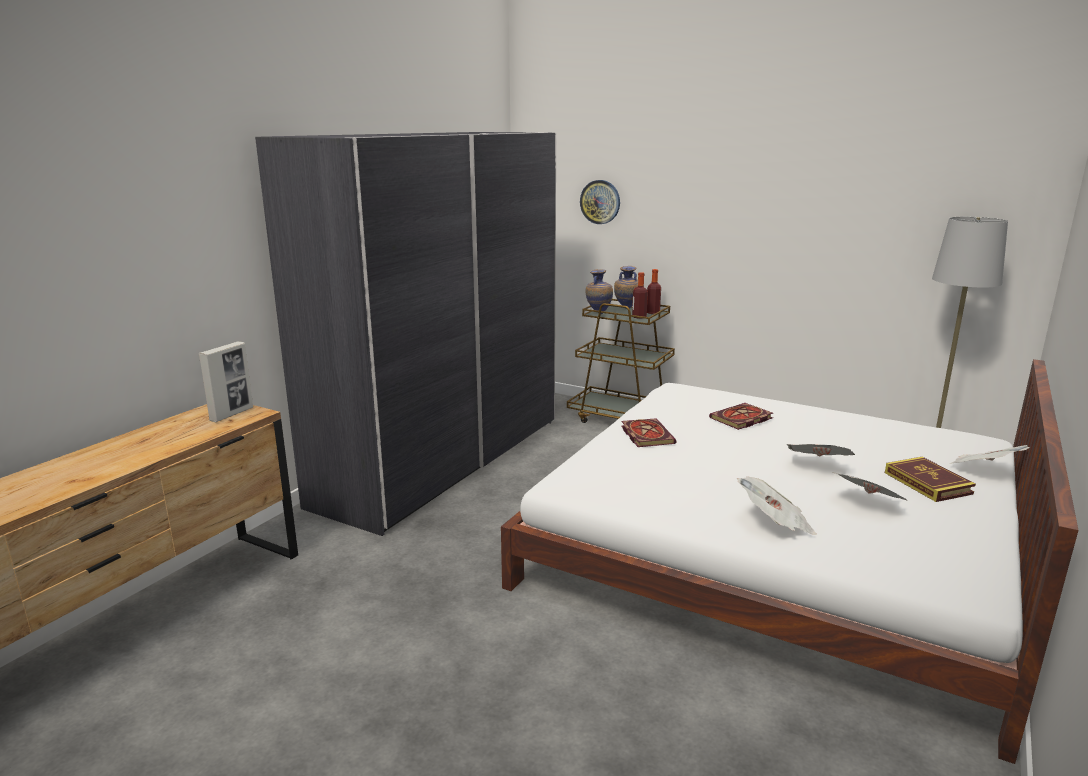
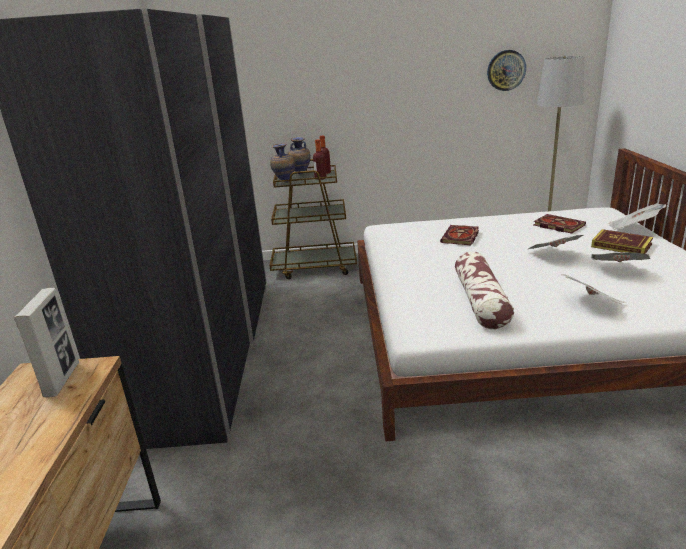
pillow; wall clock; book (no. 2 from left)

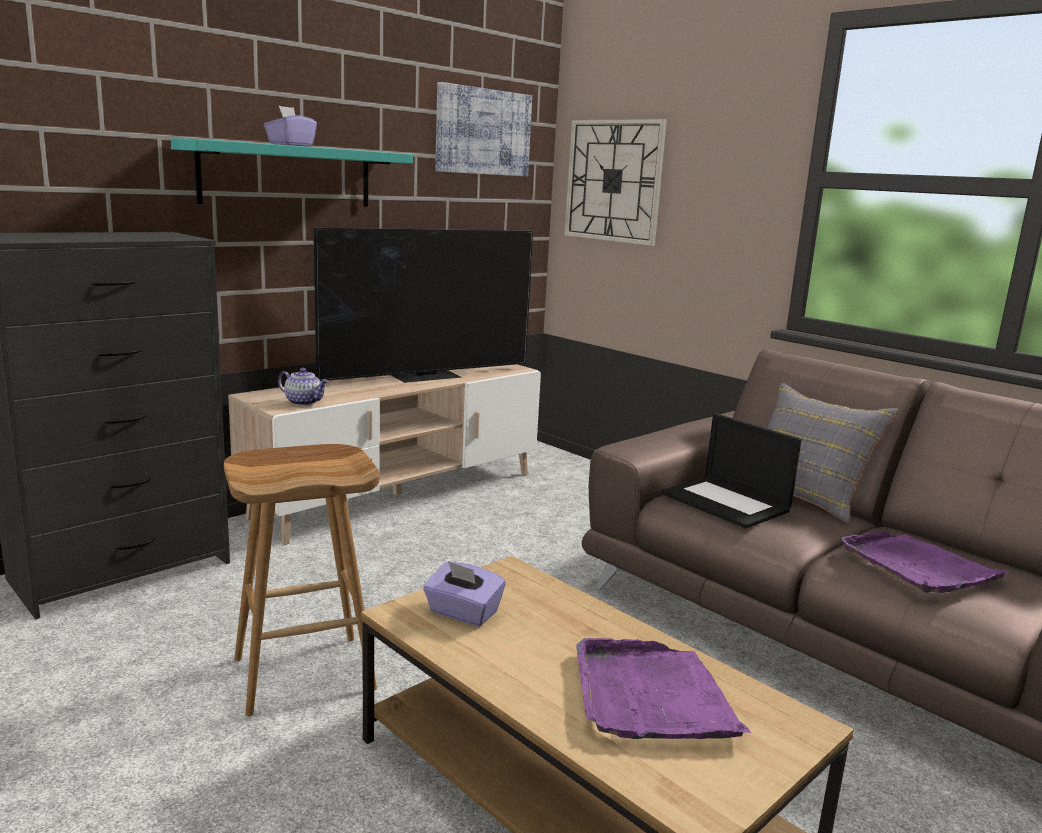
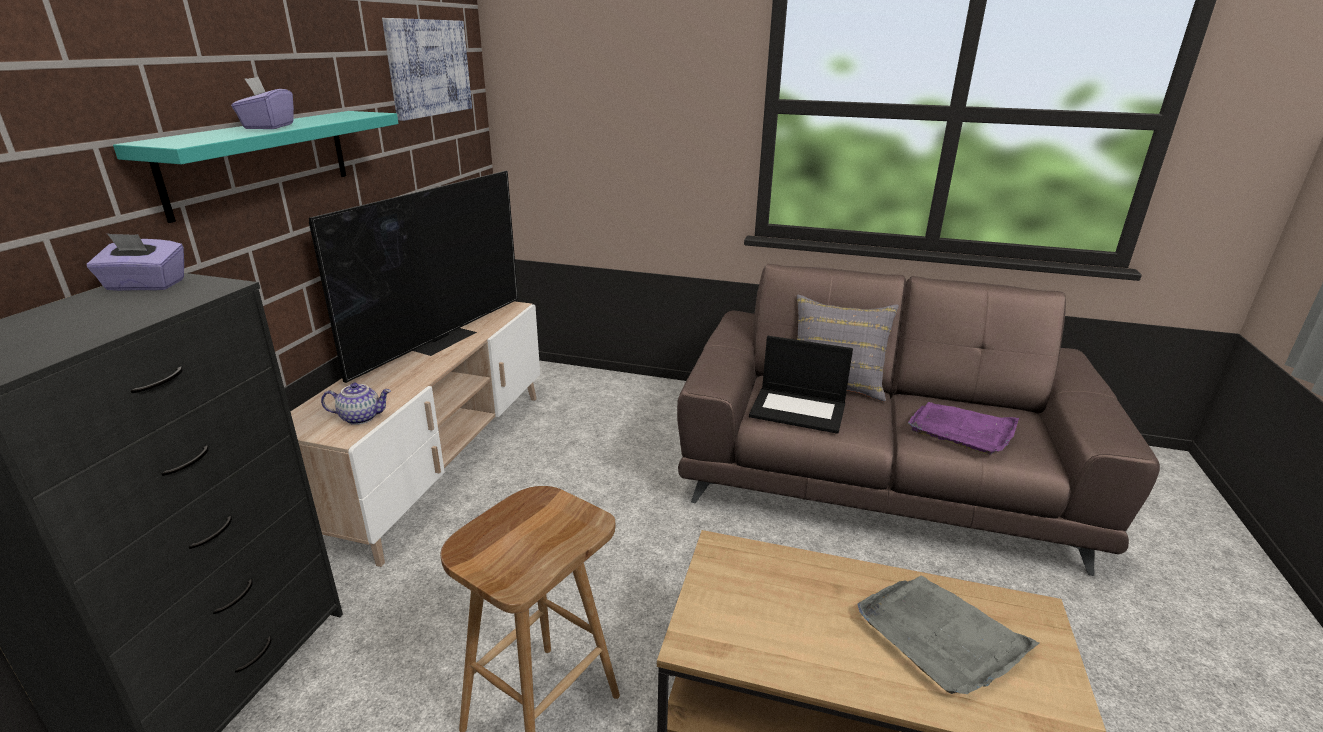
purple tissue box (no. 1 from left); grey tray; wall clock

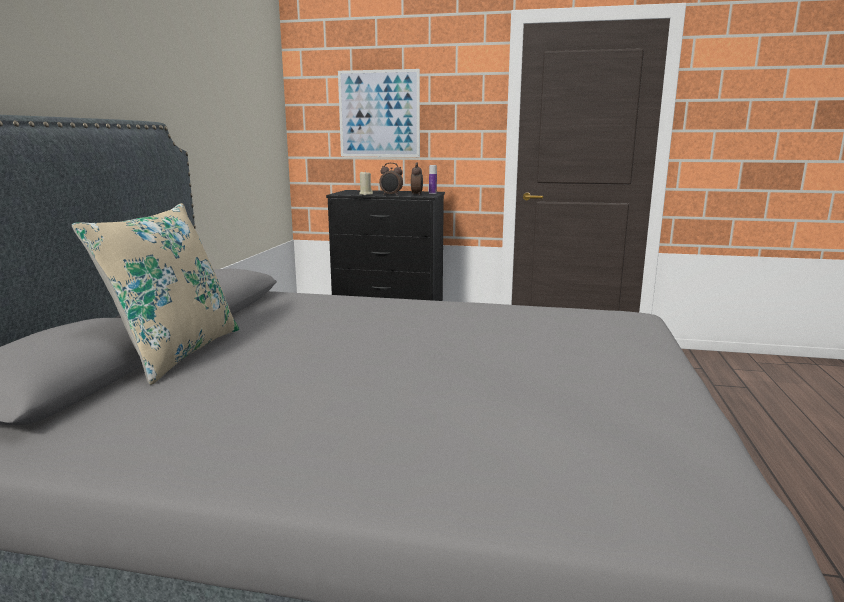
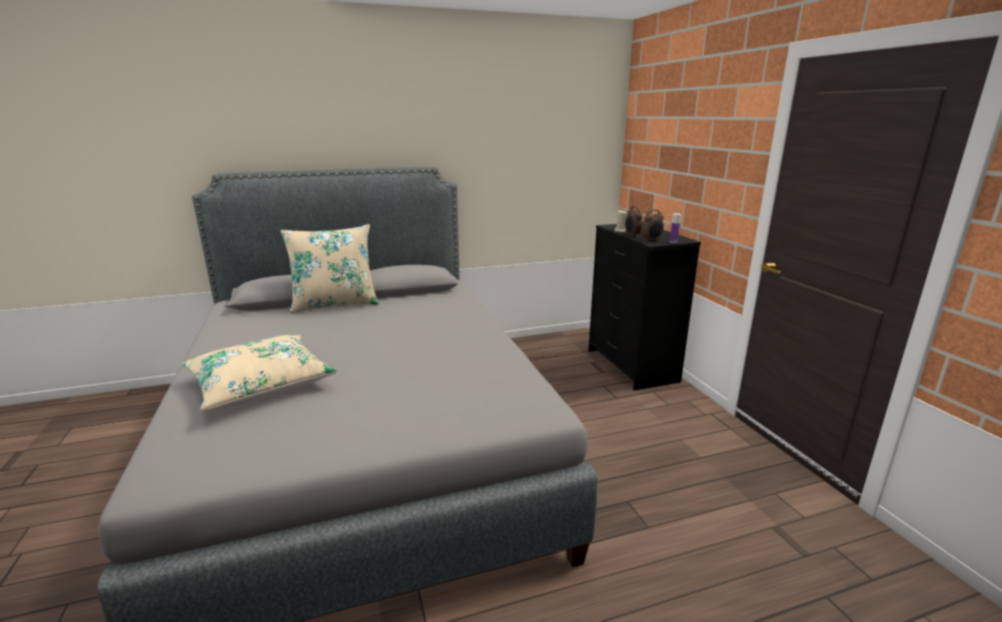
beige pillow (no. 1 from left); picture

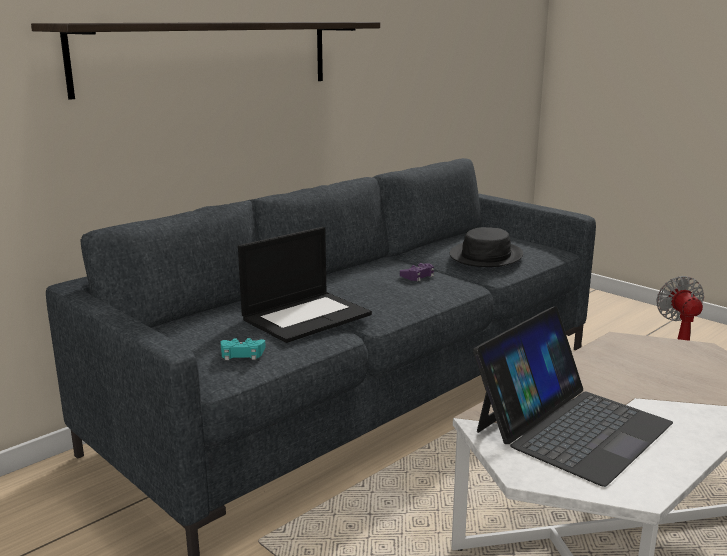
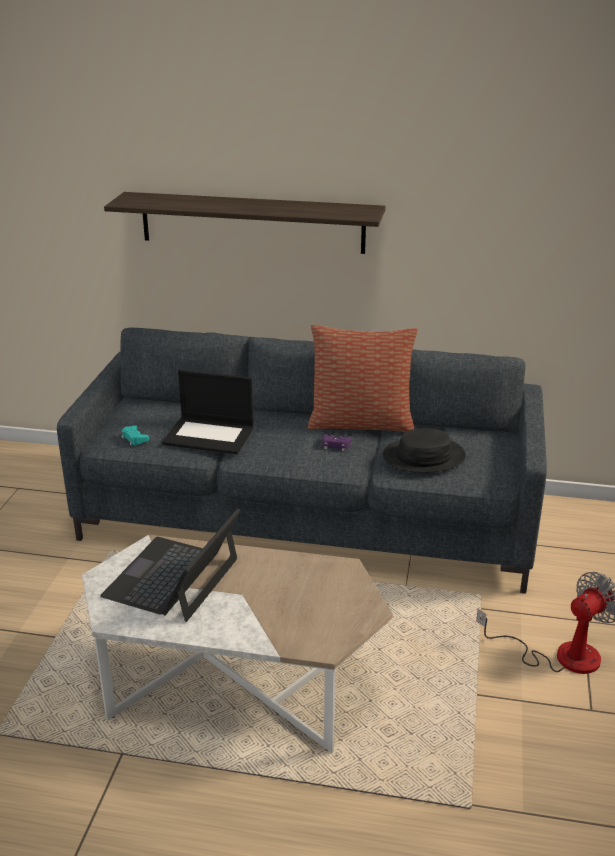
laptop (no. 1 from left); pillow

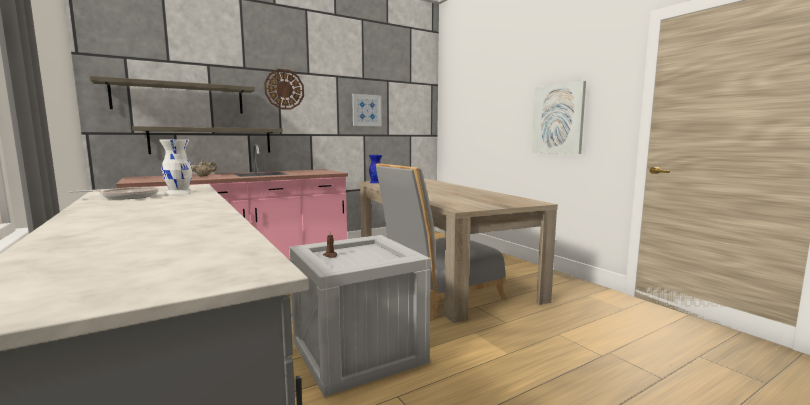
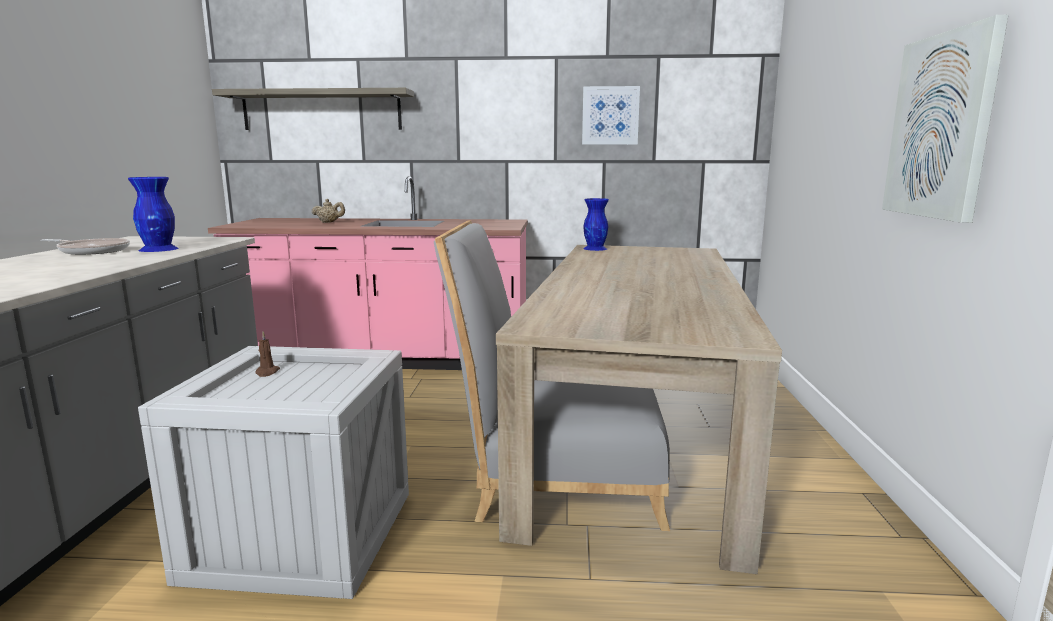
blue vase (no. 1 from left); shelf (no. 2 from left in the first image); wall clock

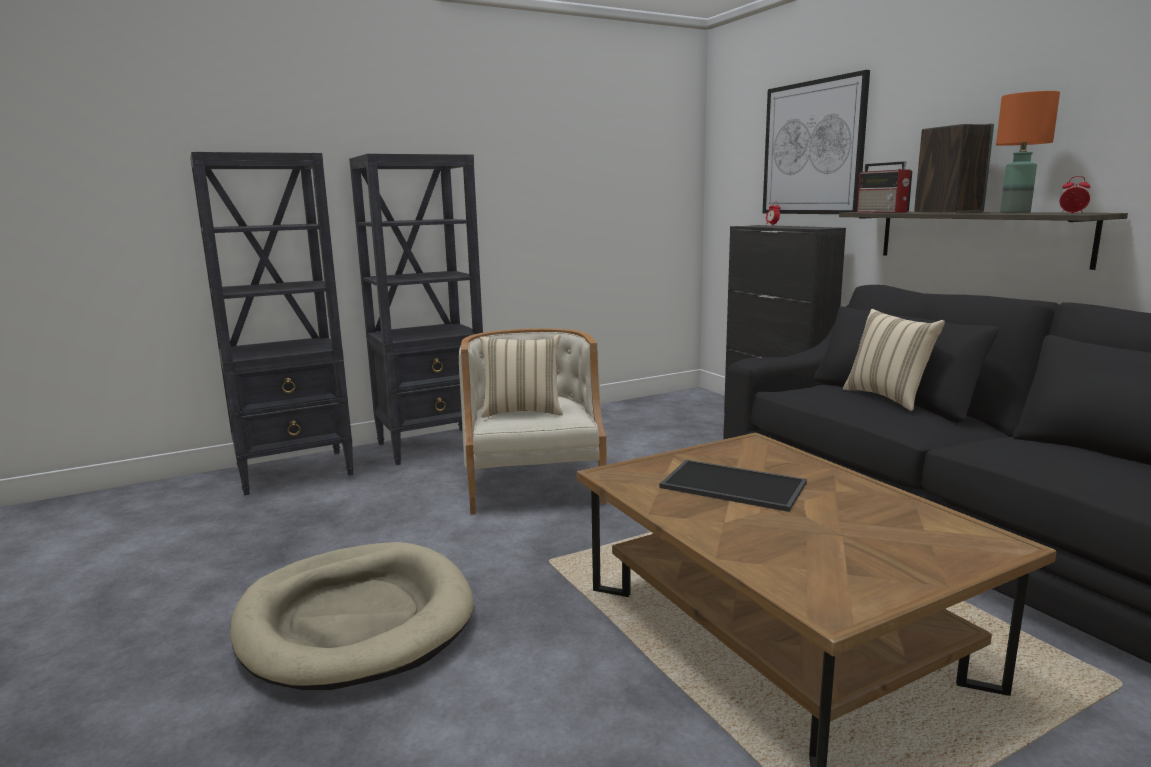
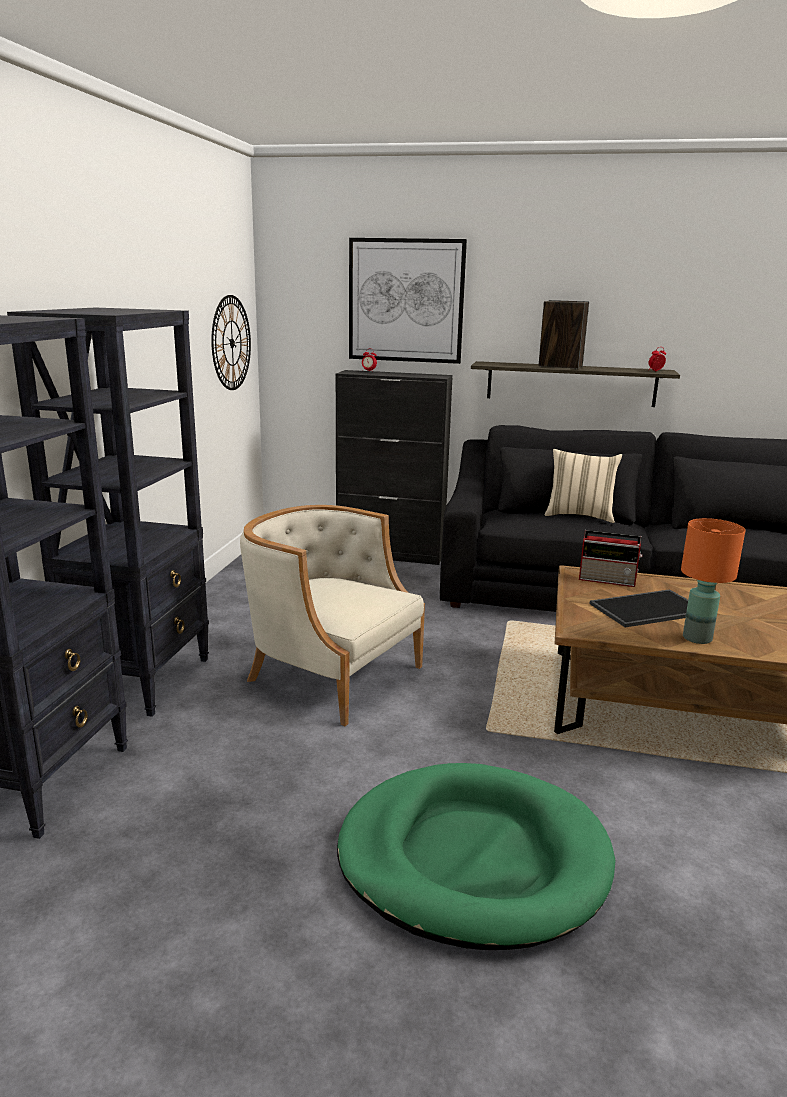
wall clock; green dog bed; radio; orange table lamp; beige pillow (no. 1 from left in the first image)

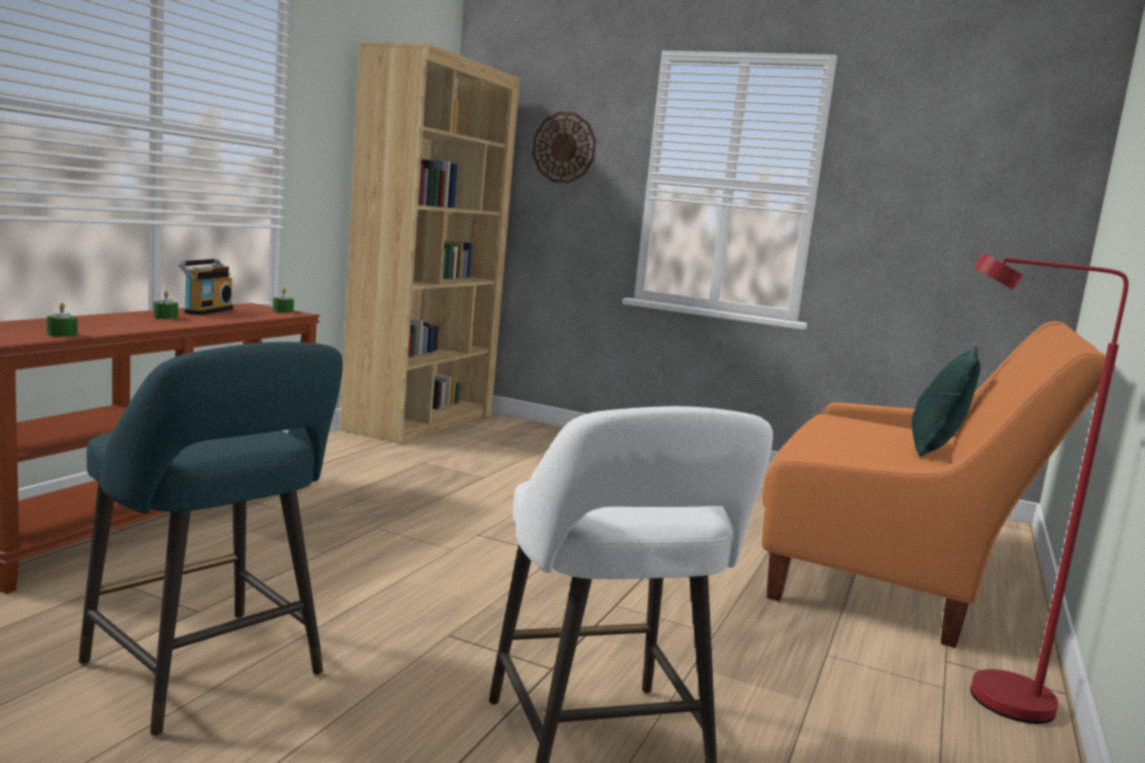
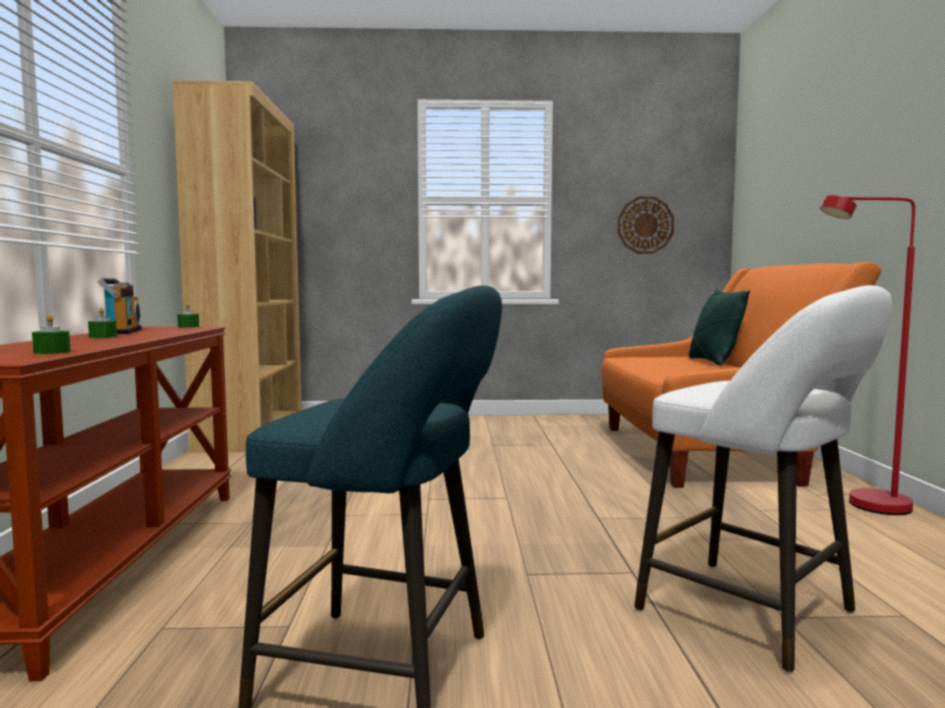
wall clock

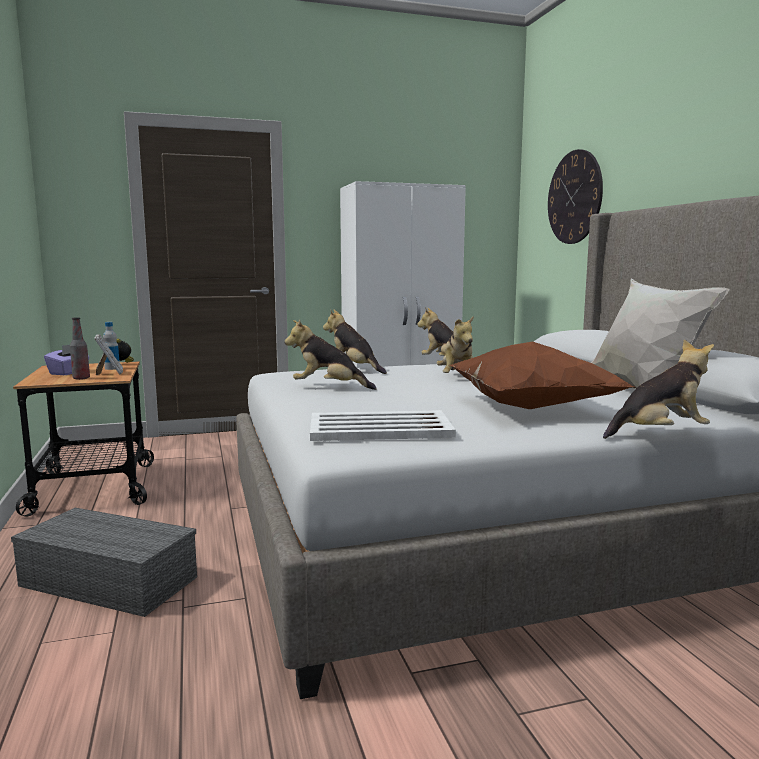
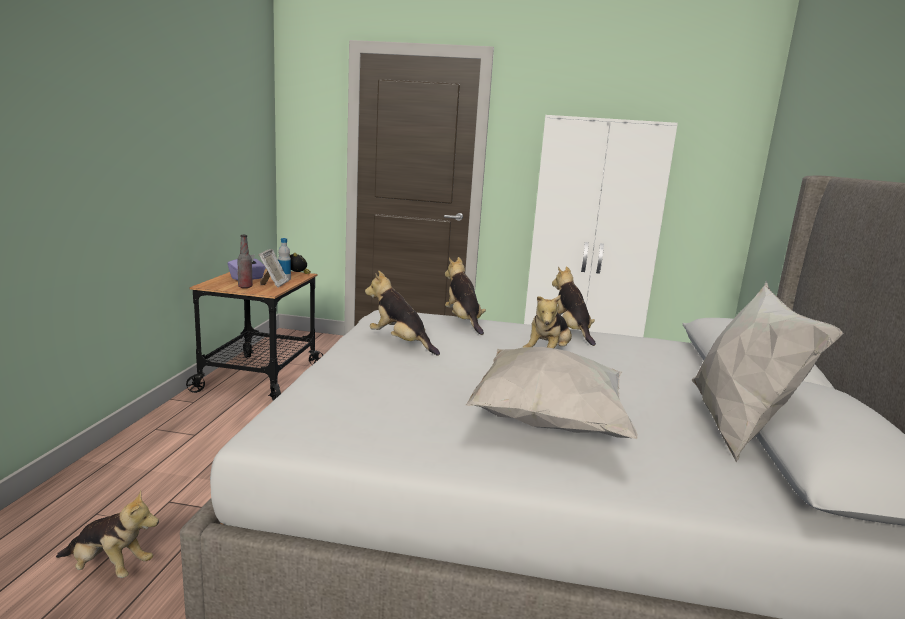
plush toy (no. 1 from left); white pillow (no. 1 from left); grey storage box; white tray; wall clock

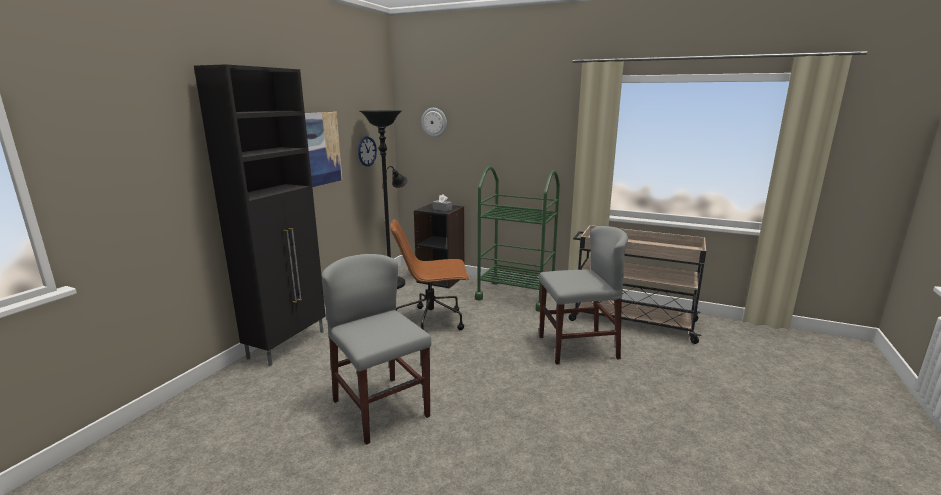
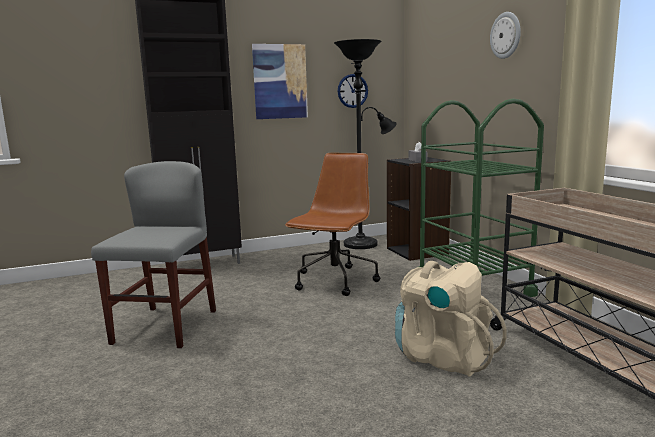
brown office chair; beige backpack; wall clock (no. 2 from left)

